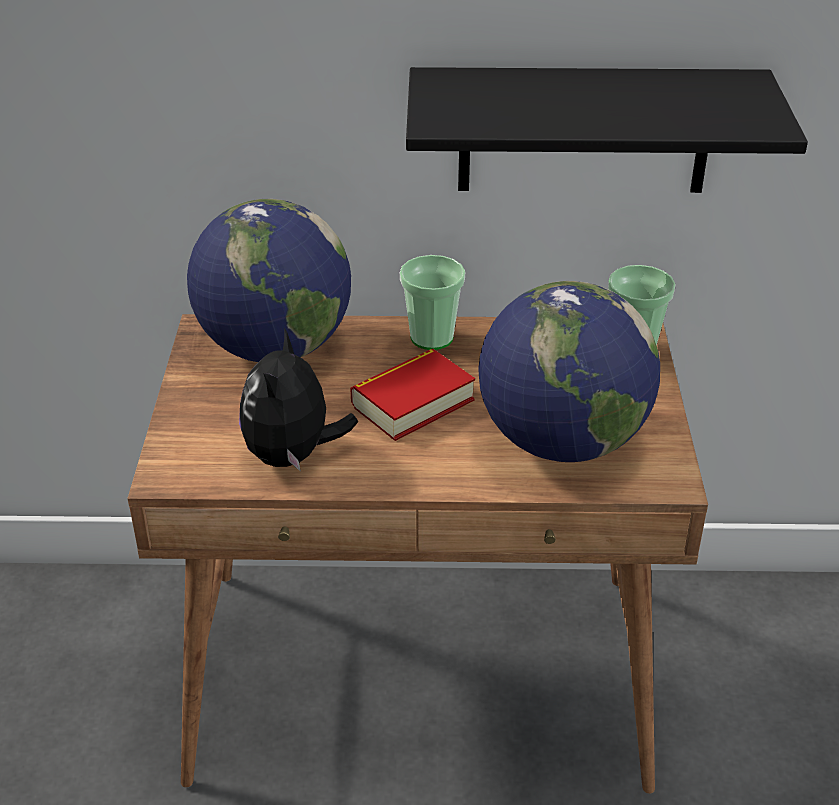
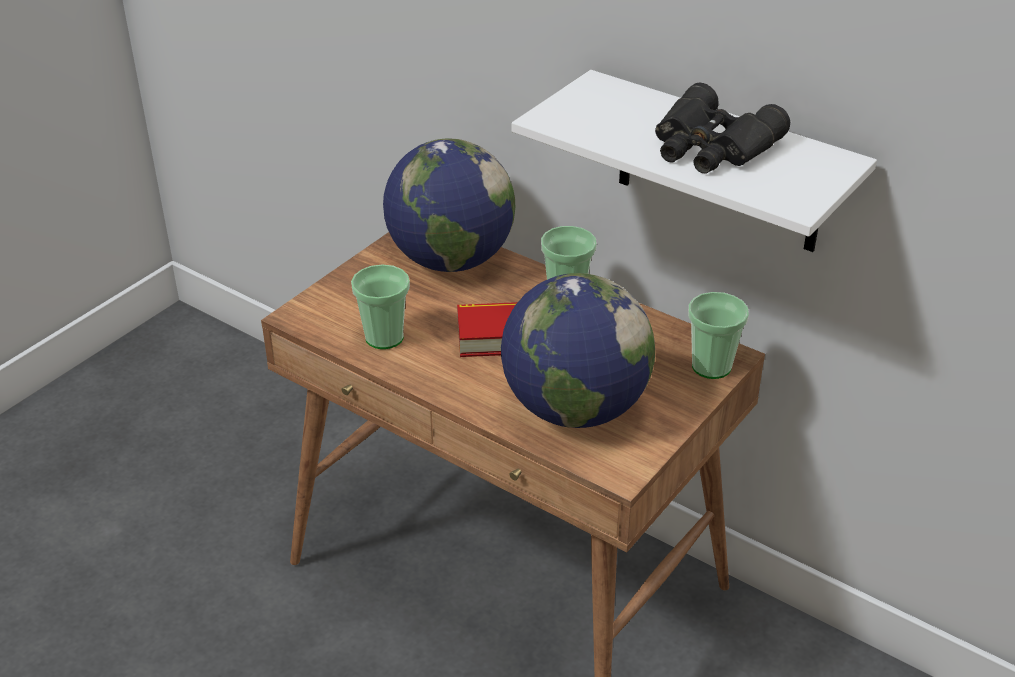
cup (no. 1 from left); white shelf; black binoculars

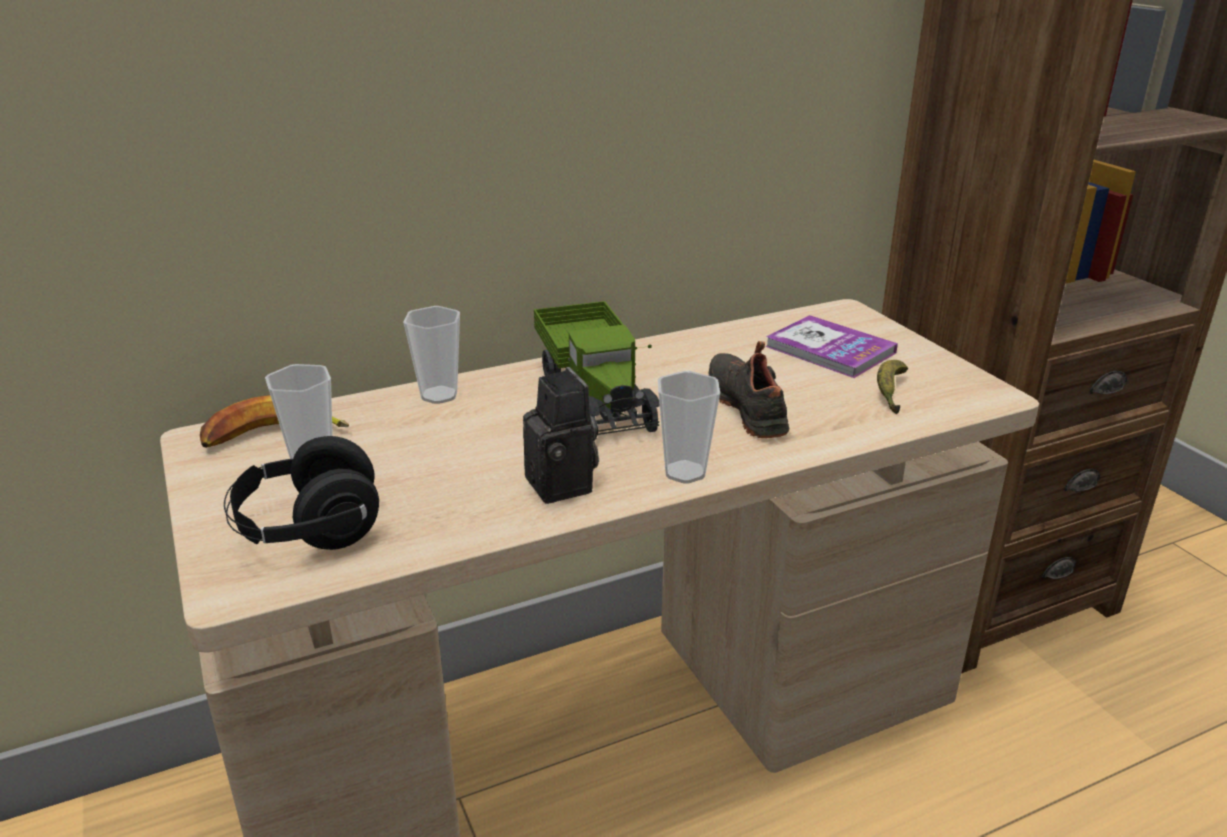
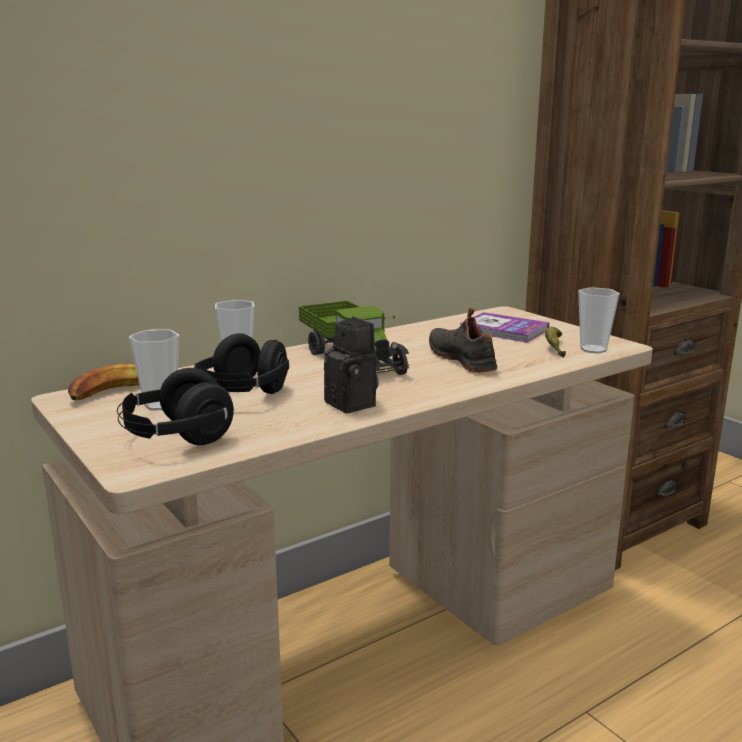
black headphones (no. 2 from left); cup (no. 3 from left)

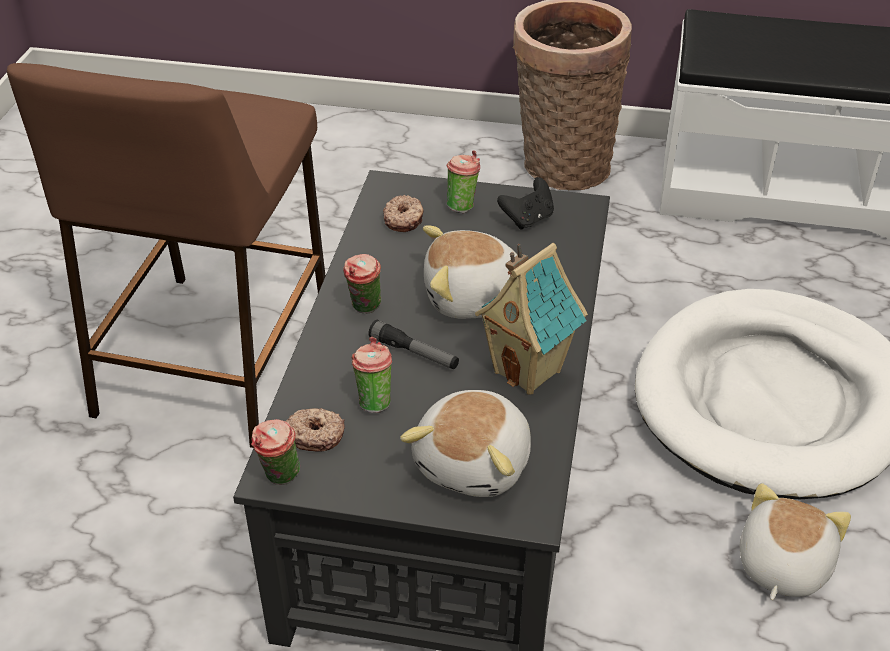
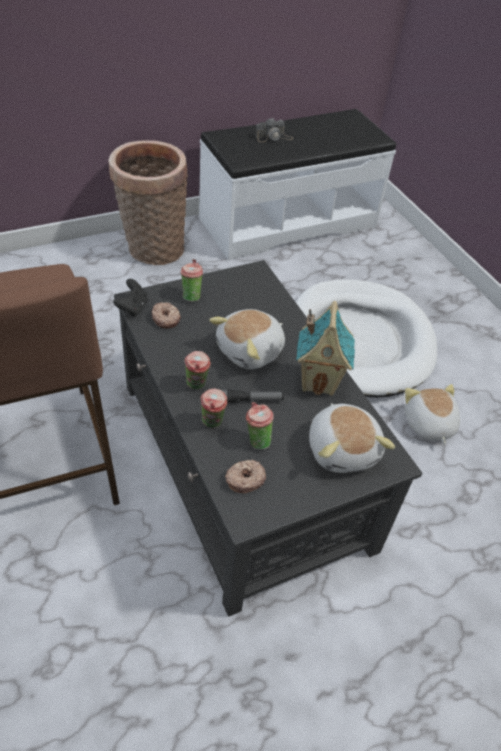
black game controller; cup (no. 3 from left); photo camera

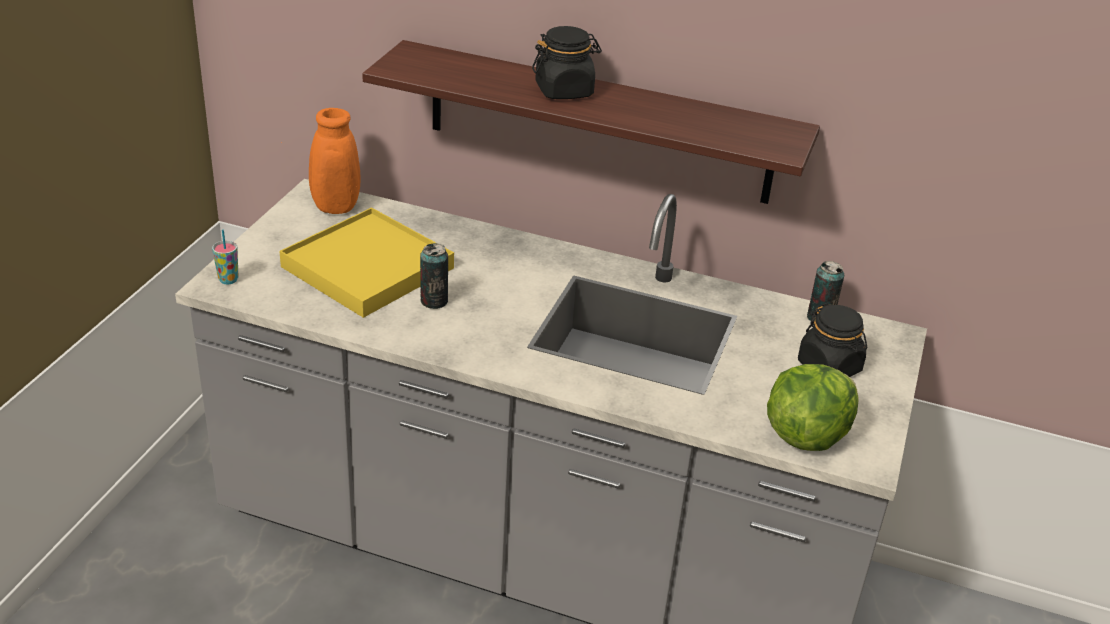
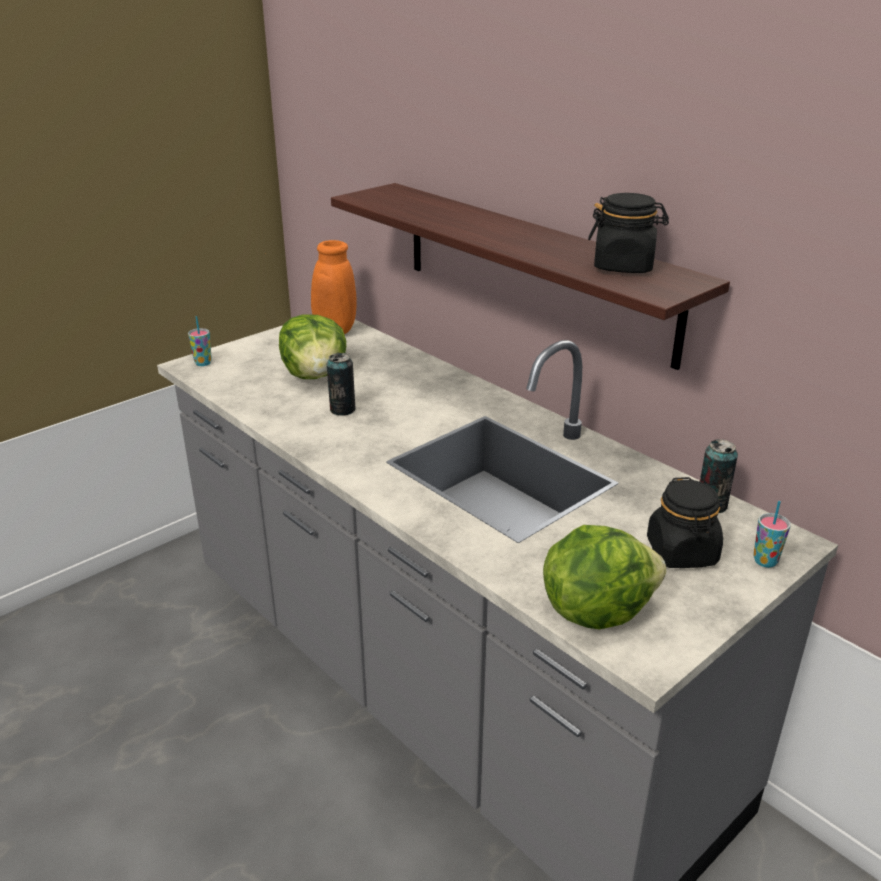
lettuce (no. 1 from left); black jar (no. 1 from left); cup (no. 2 from left)

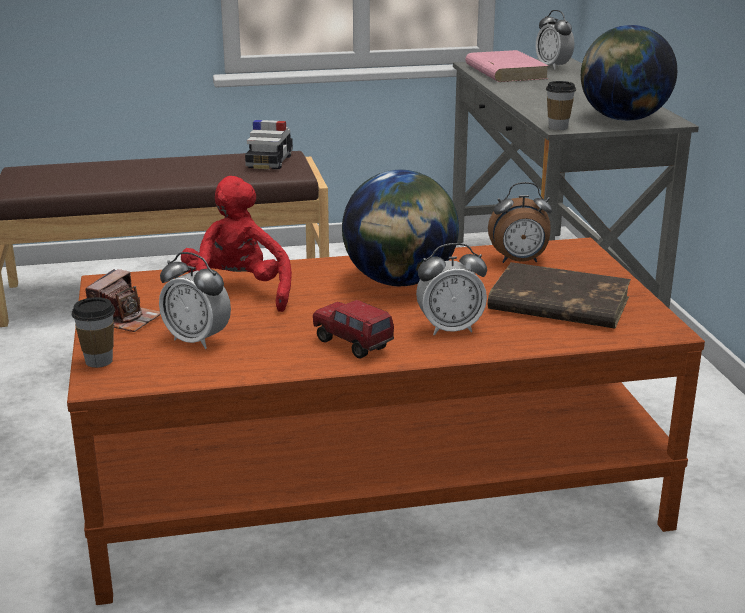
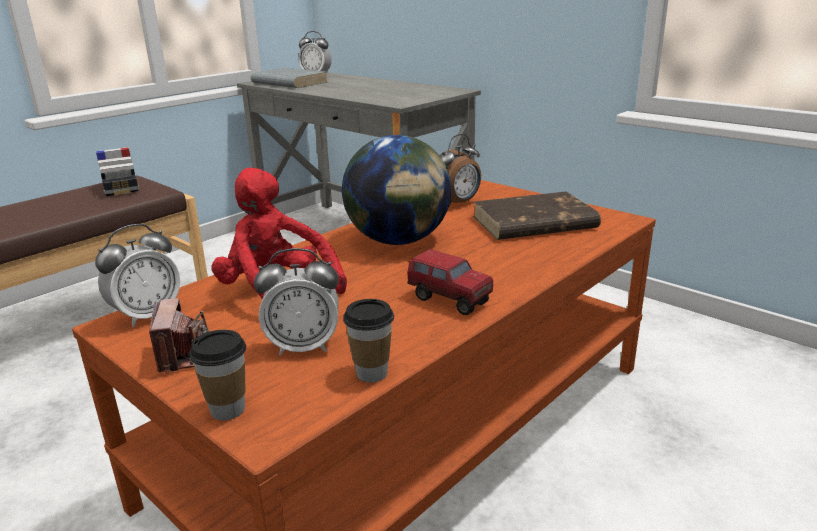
alarm clock (no. 1 from left); grey book; cup (no. 2 from left); toy truck; globe (no. 2 from left in the first image)

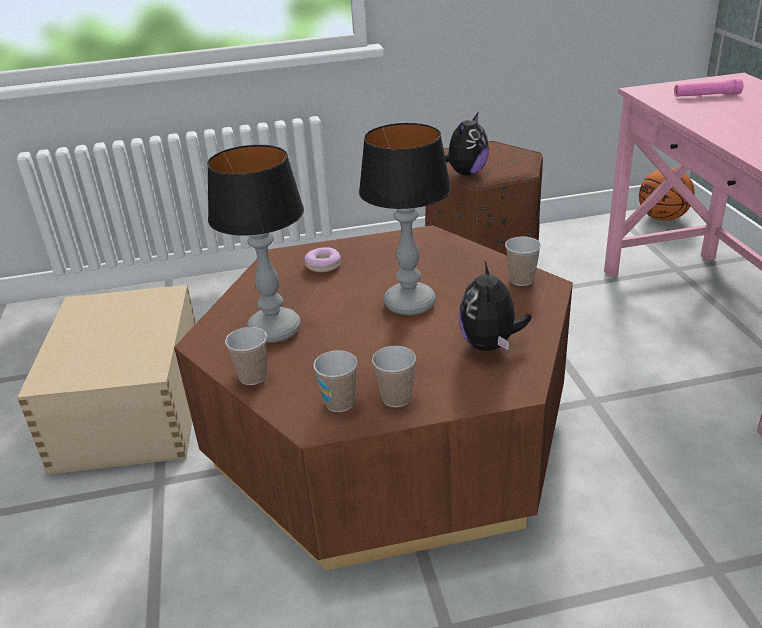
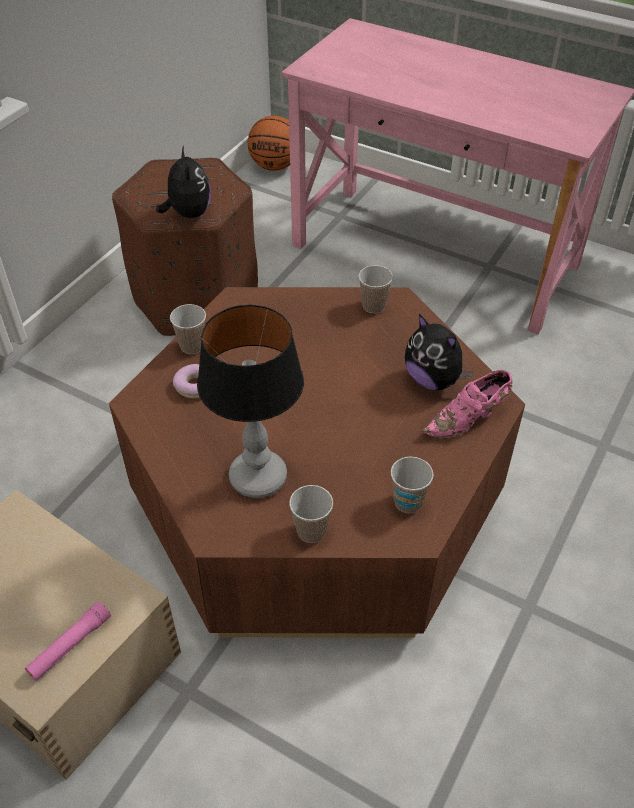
pink flashlight; cup (no. 1 from left); pink shoe; table lamp (no. 2 from left in the first image)

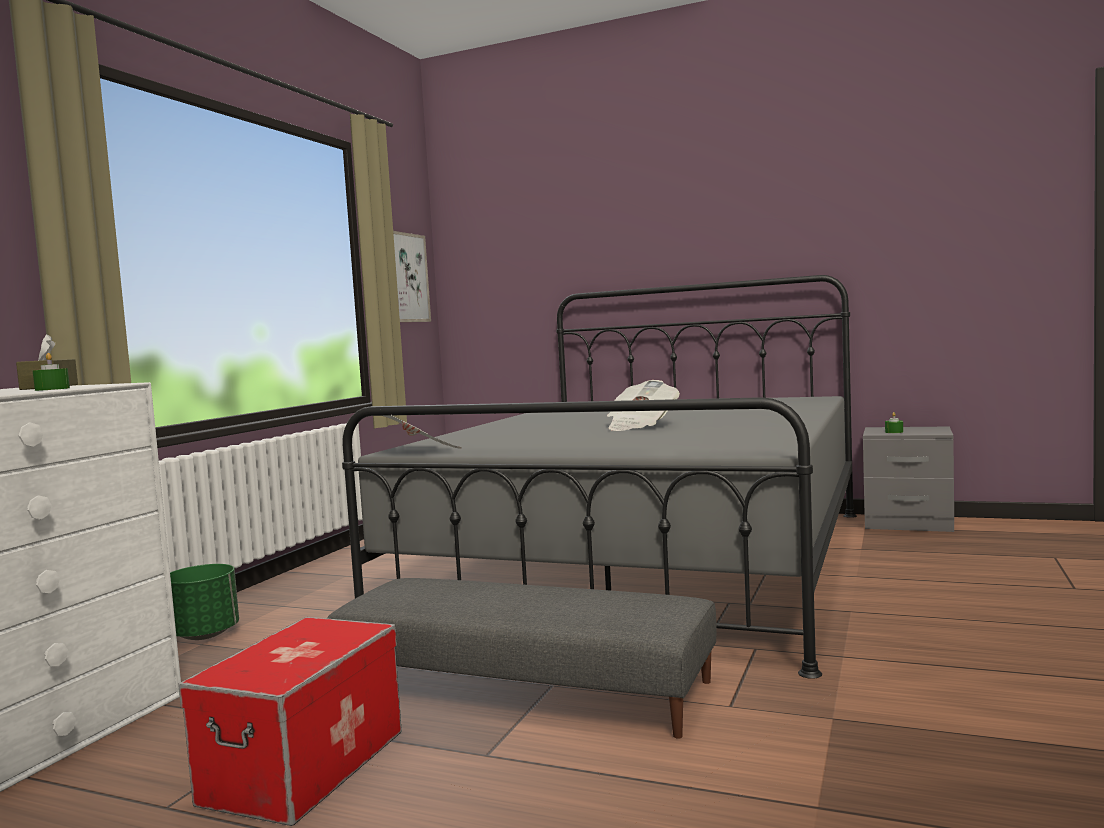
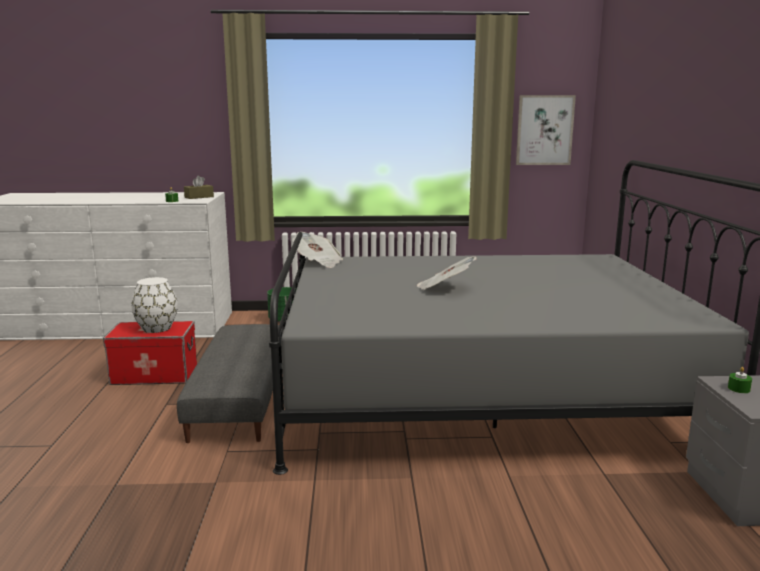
white vase

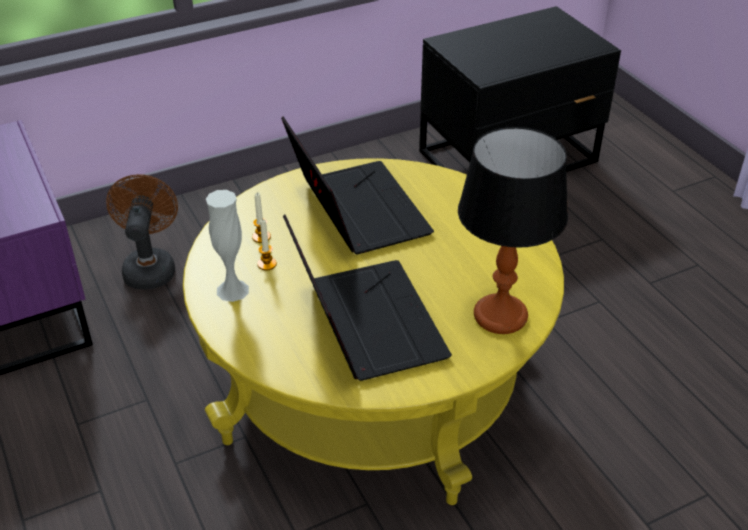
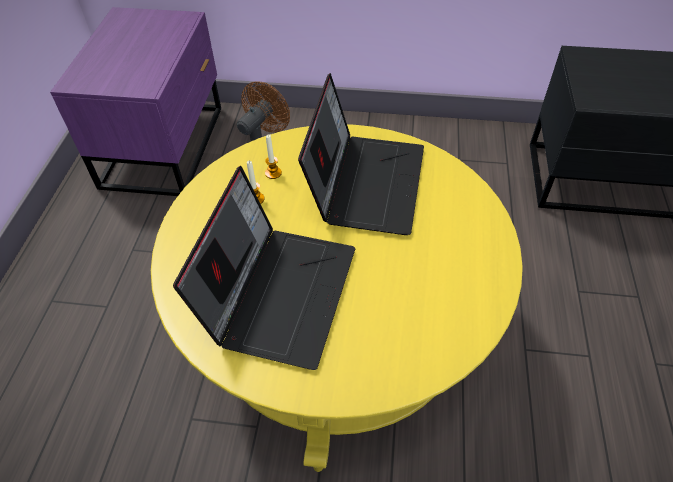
white vase; table lamp

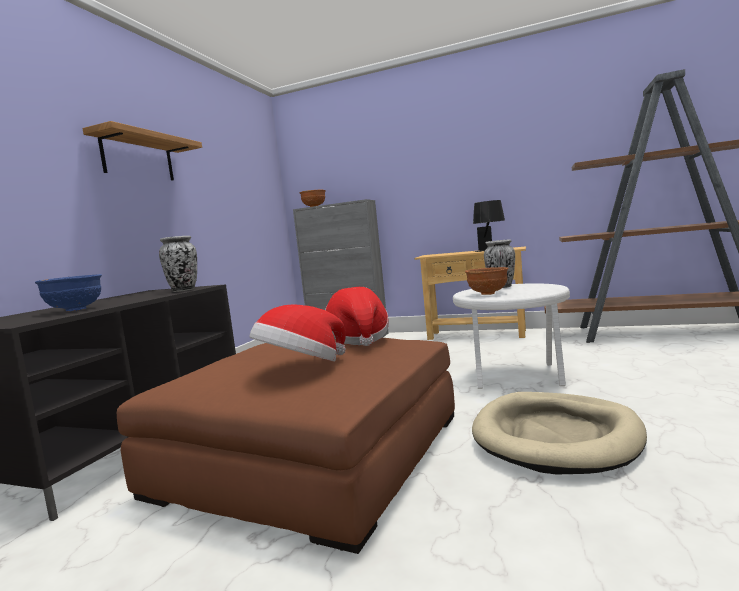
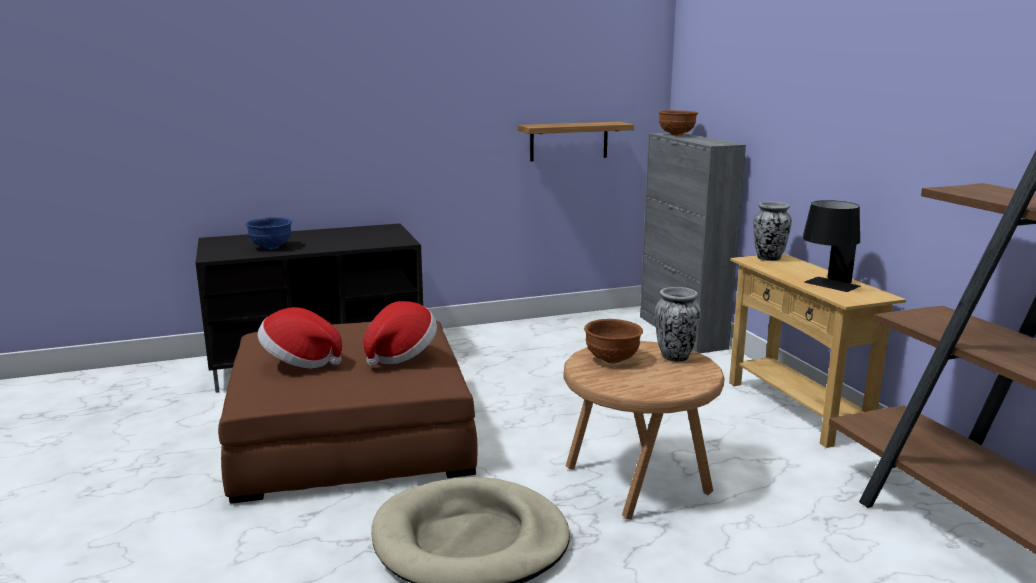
shelf; brown side table; vase (no. 2 from left)

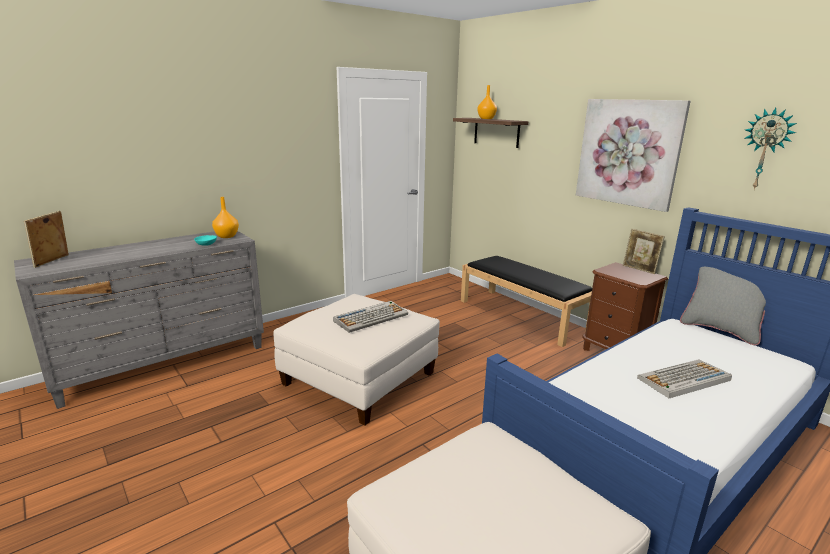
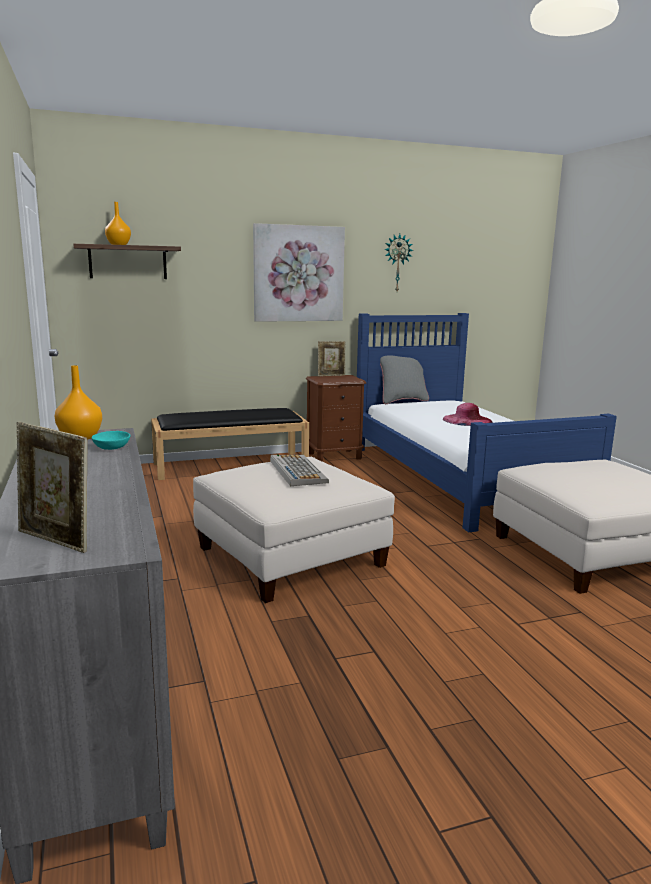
pink hat

